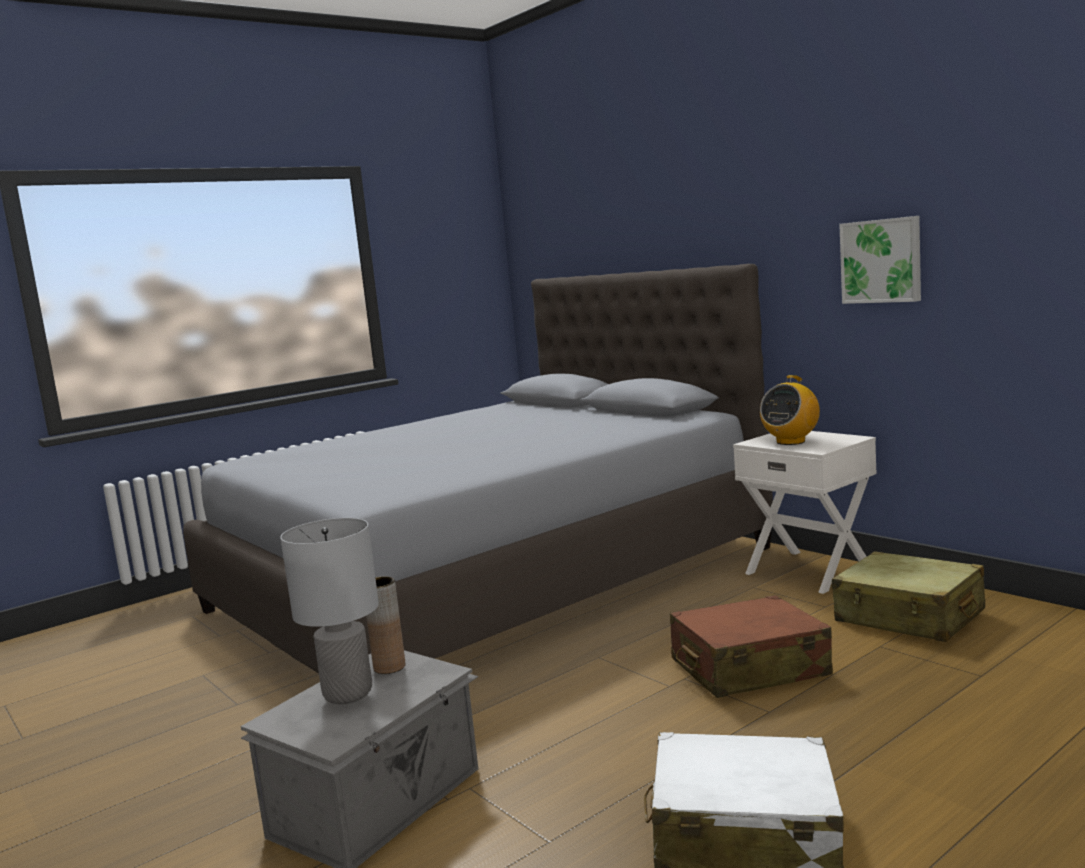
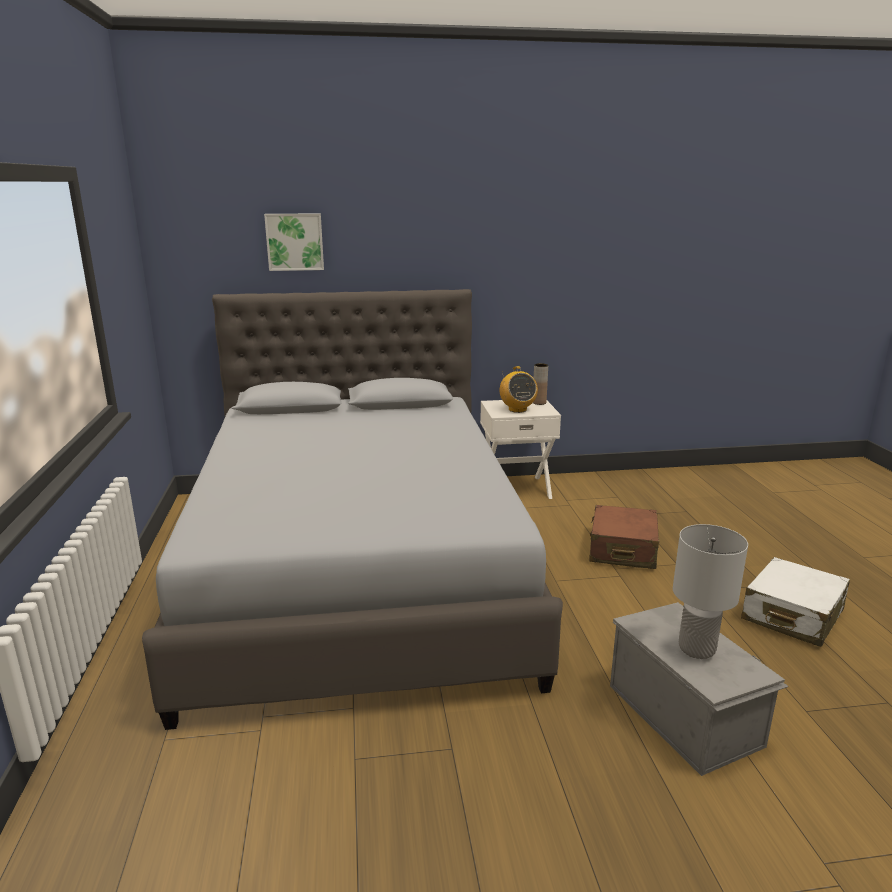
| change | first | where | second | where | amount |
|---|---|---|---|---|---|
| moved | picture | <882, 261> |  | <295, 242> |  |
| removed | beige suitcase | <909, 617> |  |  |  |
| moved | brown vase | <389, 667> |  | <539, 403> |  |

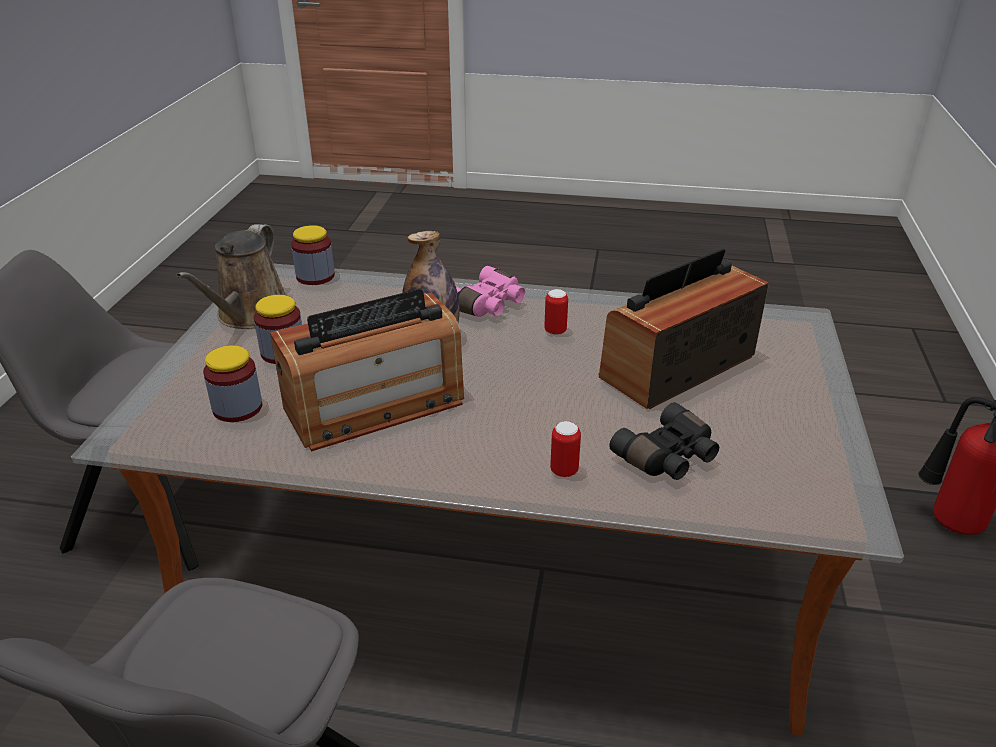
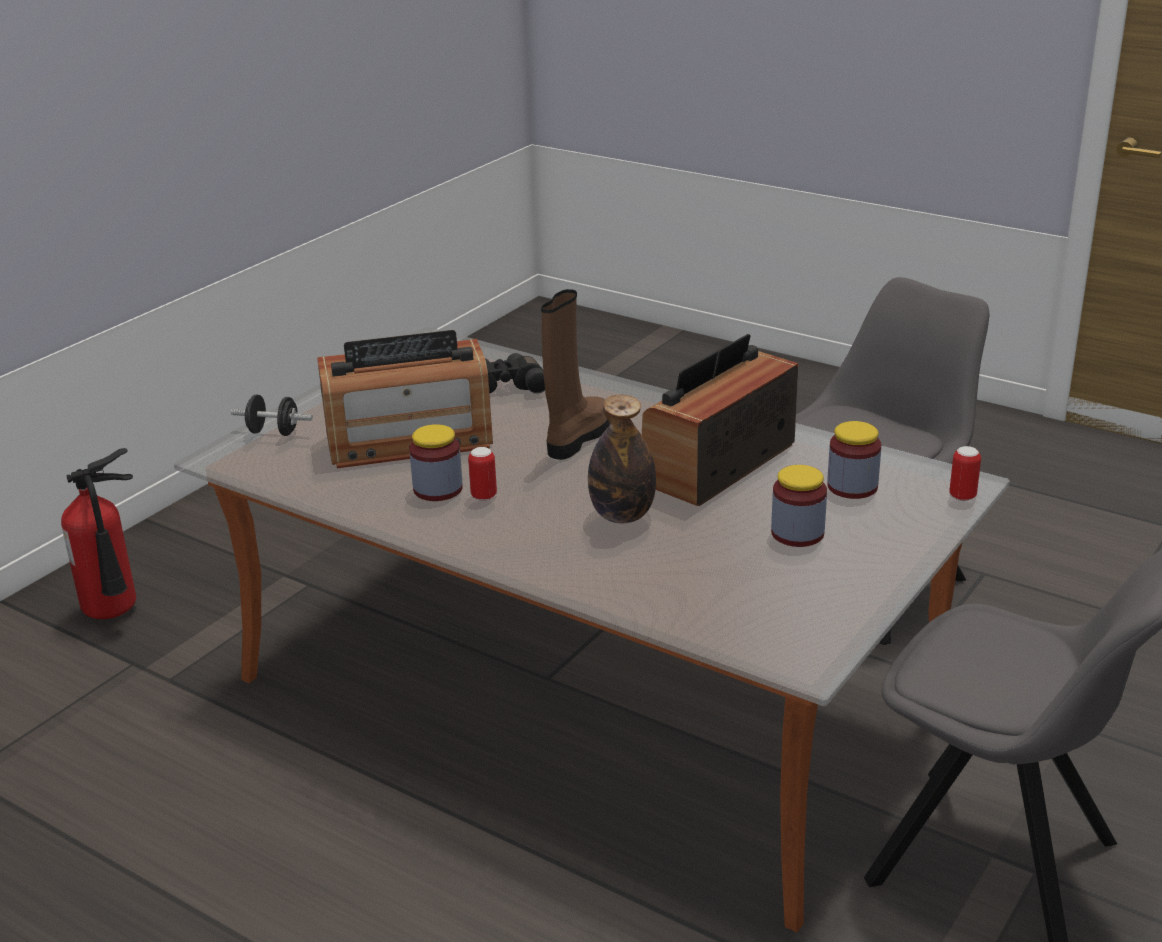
| change | first | where | second | where | amount |
|---|---|---|---|---|---|
| removed | brown watering can | <250, 315> |  |  |  |
| moved | jar | <315, 276> |  | <438, 489> |  |
| removed | pink binoculars | <489, 305> |  |  |  |
| turned | radio | <374, 406> |  | <718, 463> | 45 degrees counterclockwise |
| moved | can | <564, 471> |  | <962, 496> |  |
| added |  |  | brown boot | <577, 438> |  |
| added |  |  | black dumbbell | <273, 432> |  |

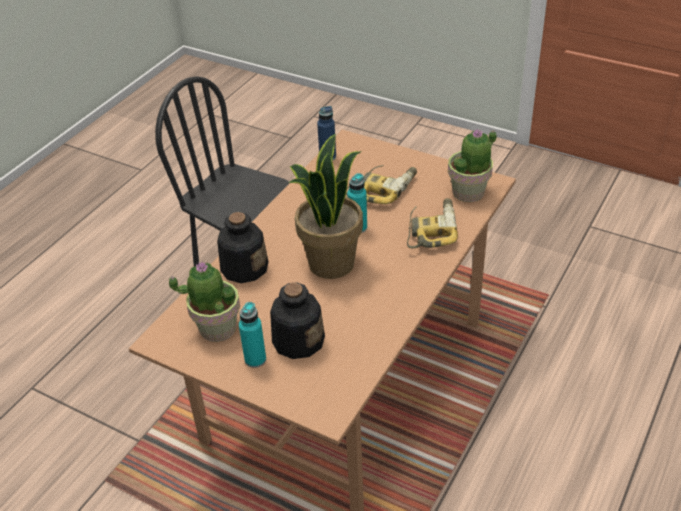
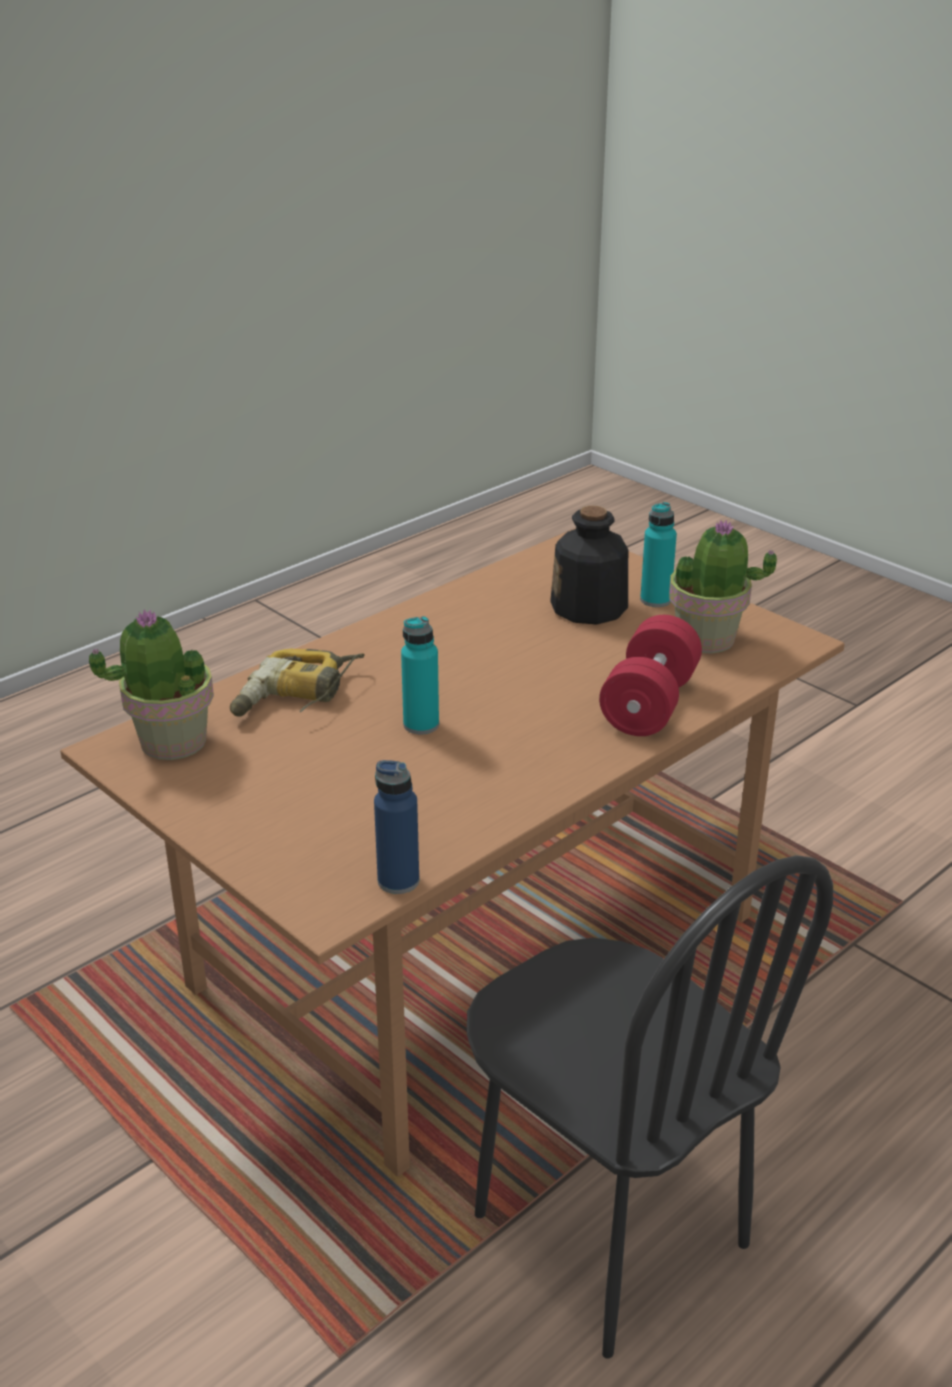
| change | first | where | second | where | amount |
|---|---|---|---|---|---|
| removed | potted plant | <331, 263> |  |  |  |
| removed | power drill | <383, 189> |  |  |  |
| replaced | bottle | <244, 267> | red dumbbell | <649, 704> |  |

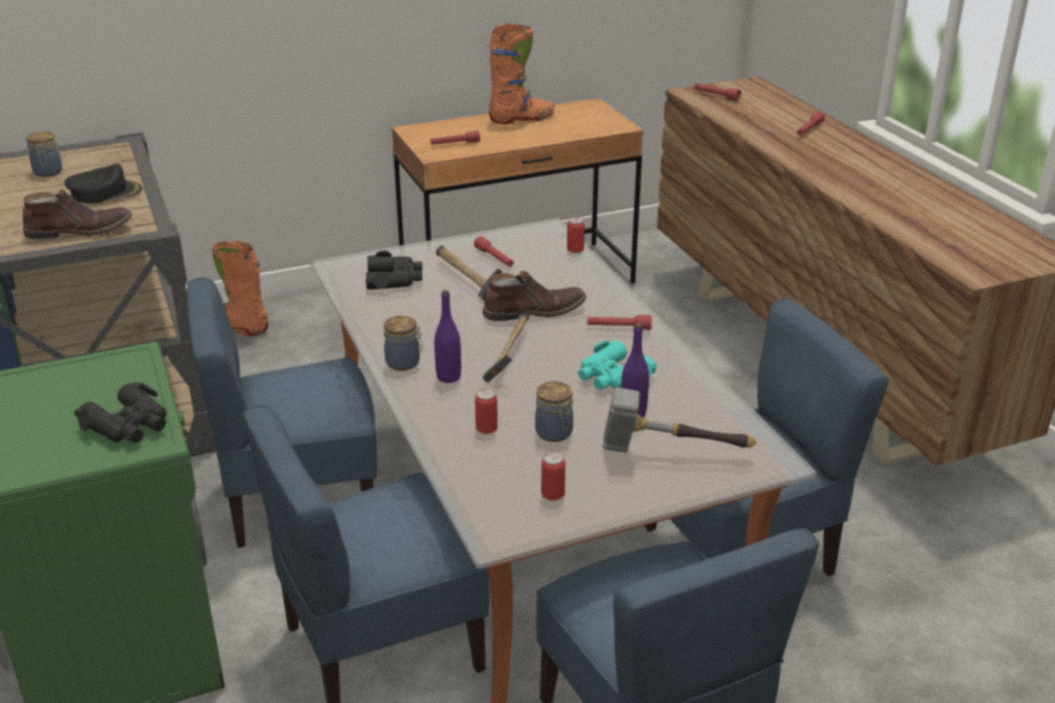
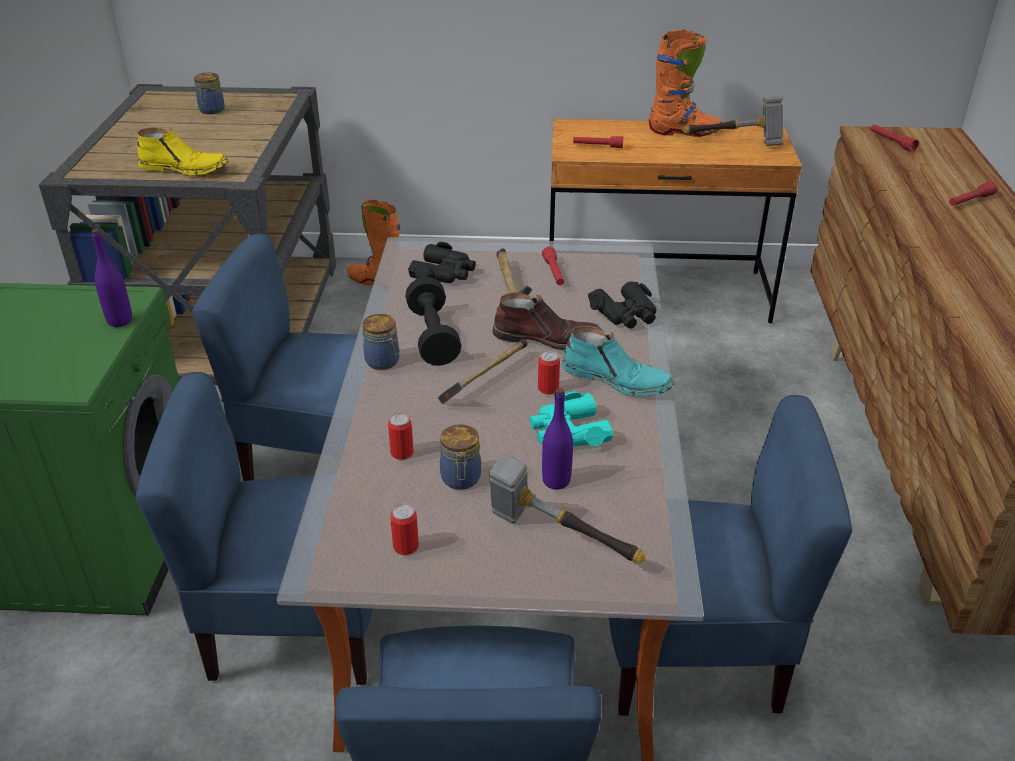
| change | first | where | second | where | amount |
|---|---|---|---|---|---|
| removed | black cap | <105, 192> |  |  |  |
| recoloured | brown boot | <80, 230> | yellow boot | <185, 168> |  |
| moved | can | <575, 249> |  | <548, 388> |  |
| moved | purple bottle | <448, 377> |  | <120, 320> |  |
| replaced | red flashlight | <618, 328> | turquoise boot | <617, 379> |  |
| moved | black binoculars | <129, 425> |  | <625, 314> |  |
| added |  |  | hammer | <735, 143> |  |
| added |  |  | black dumbbell | <433, 337> |  |

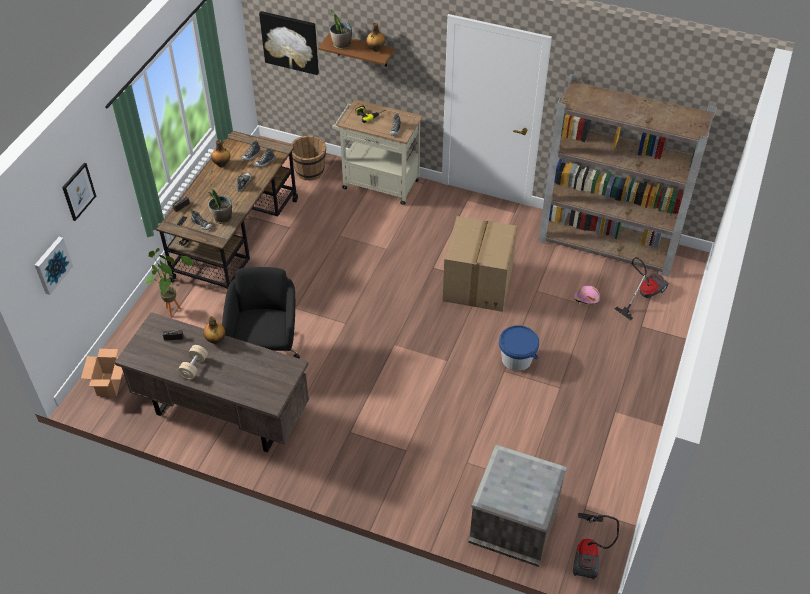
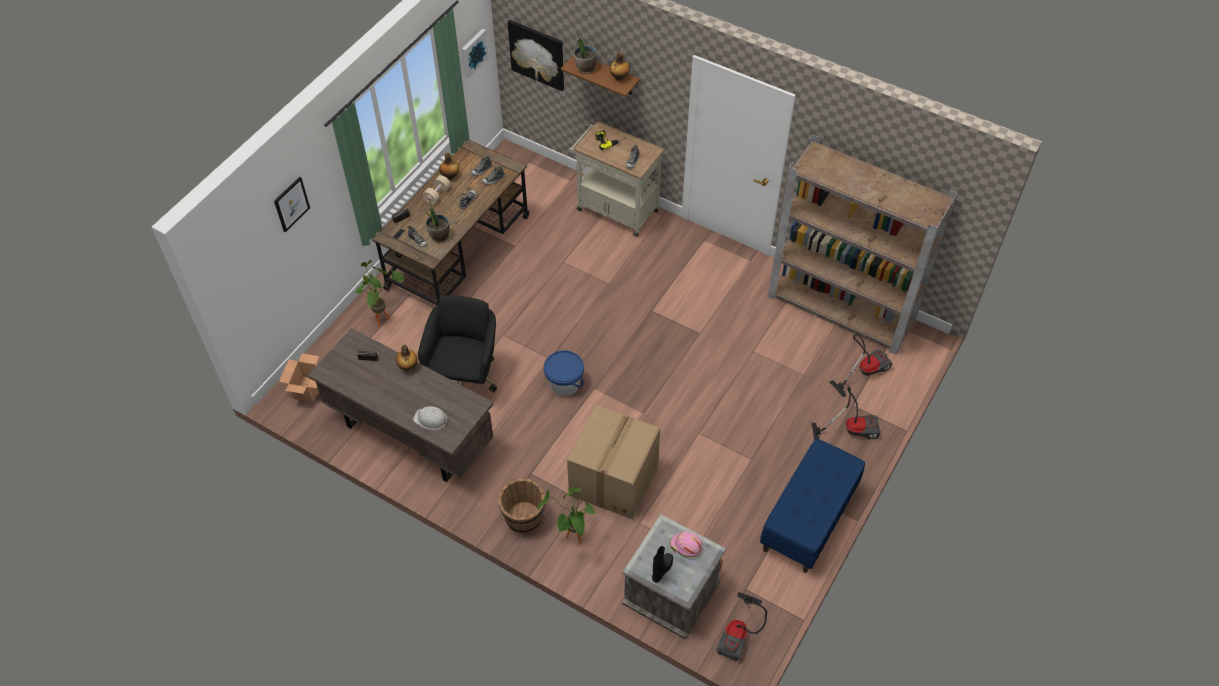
| change | first | where | second | where | amount |
|---|---|---|---|---|---|
| moved | brown bucket | <310, 171> |  | <523, 518> |  |
| moved | cardboard box | <478, 285> |  | <614, 481> |  |
| moved | picture | <52, 265> |  | <473, 52> |  |
| moved | pink hard hat | <586, 298> |  | <686, 546> |  |
| moved | blue bucket | <516, 359> |  | <564, 383> |  |
| moved | beige dumbbell | <194, 367> |  | <437, 195> |  |
| added |  |  | vacuum cleaner | <851, 429> |  |
| added |  |  | white hard hat | <431, 419> |  |
| added |  |  | blue bench | <809, 519> |  |
| added |  |  | potted plant | <572, 540> |  |
| added |  |  | black boot | <661, 570> |  |

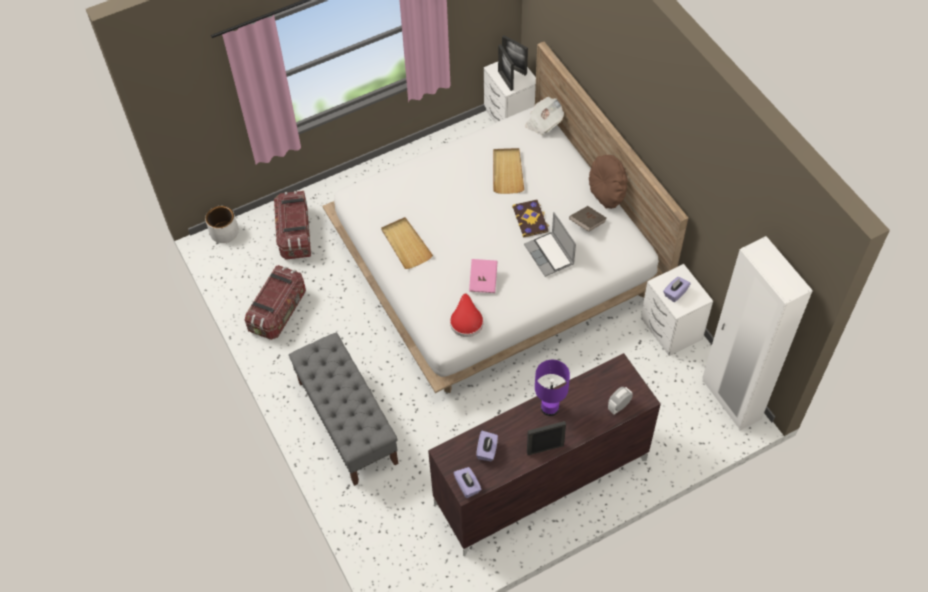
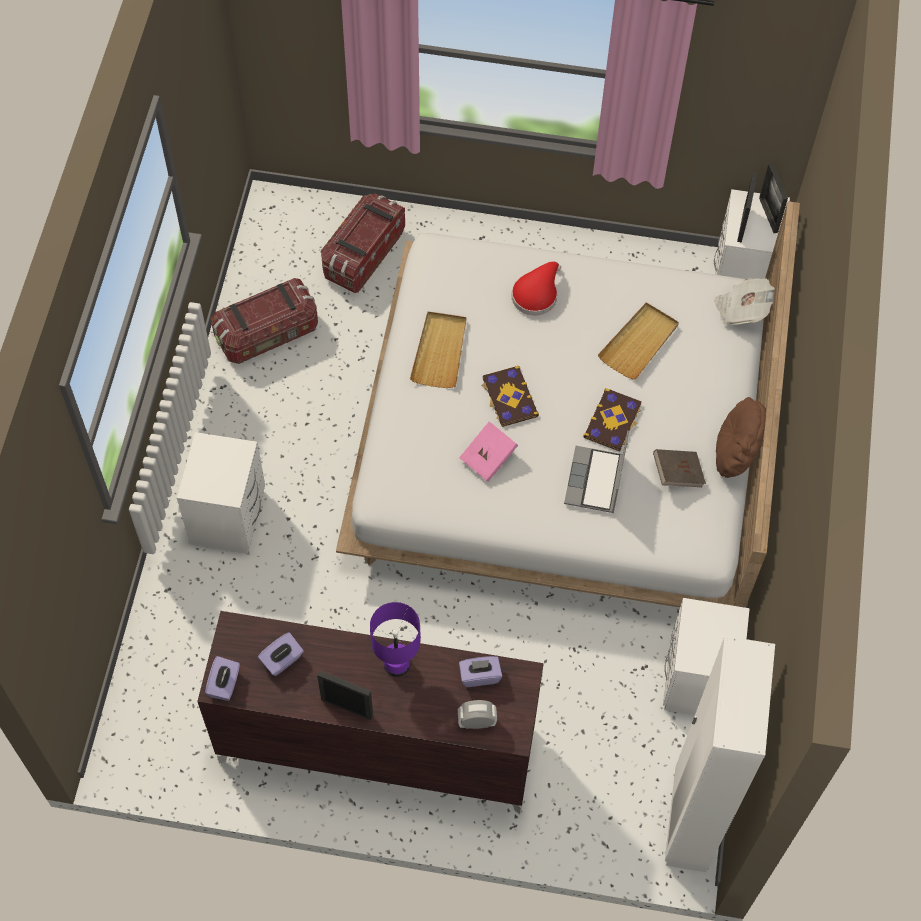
| change | first | where | second | where | amount |
|---|---|---|---|---|---|
| removed | white planter | <224, 232> |  |  |  |
| moved | purple tissue box | <675, 293> |  | <479, 676> |  |
| moved | red hat | <466, 320> |  | <536, 294> |  |
| replaced | grey bench | <347, 422> | white nightstand | <229, 515> |  |
| added |  |  | book | <509, 397> |  |

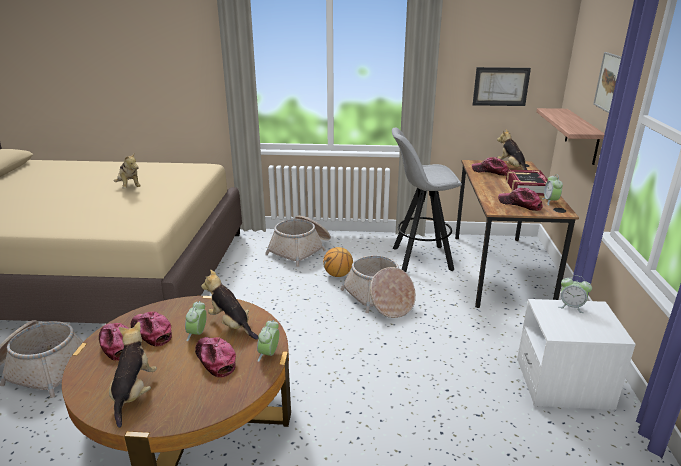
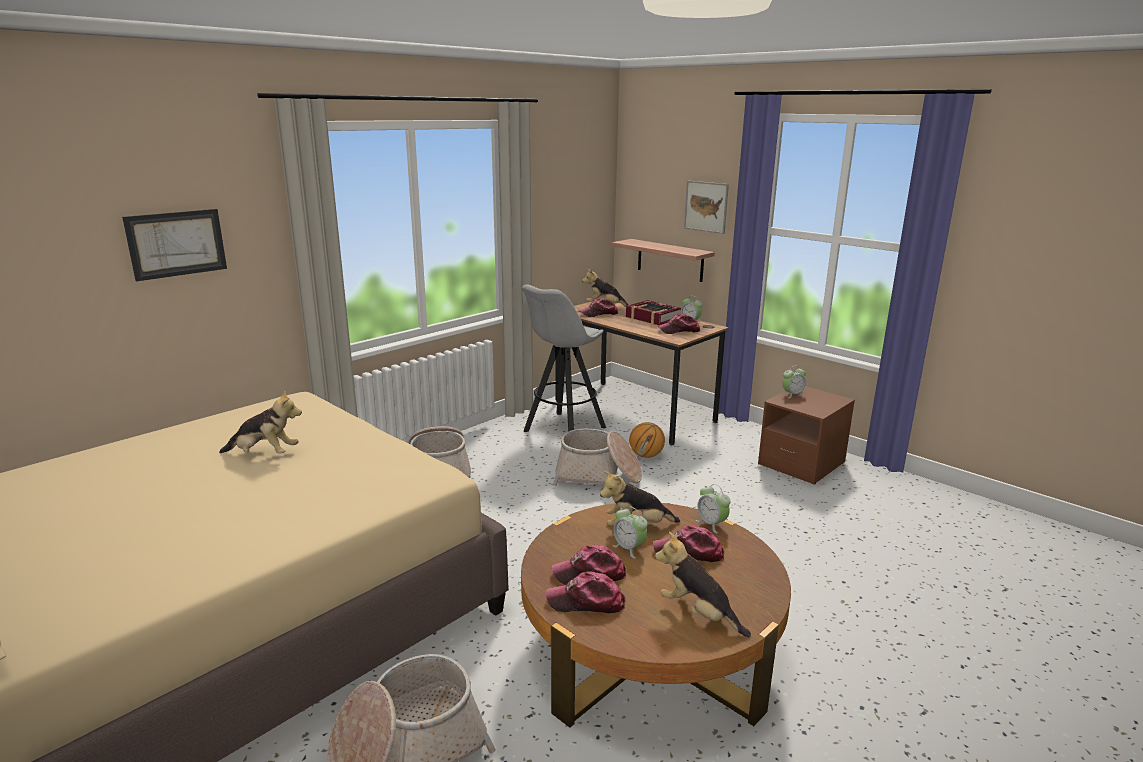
| change | first | where | second | where | amount |
|---|---|---|---|---|---|
| moved | picture | <500, 86> |  | <176, 243> |  |
| moved | basketball | <338, 275> |  | <646, 455> |  |
| recoloured | white nightstand | <563, 384> | brown nightstand | <801, 464> |  |

